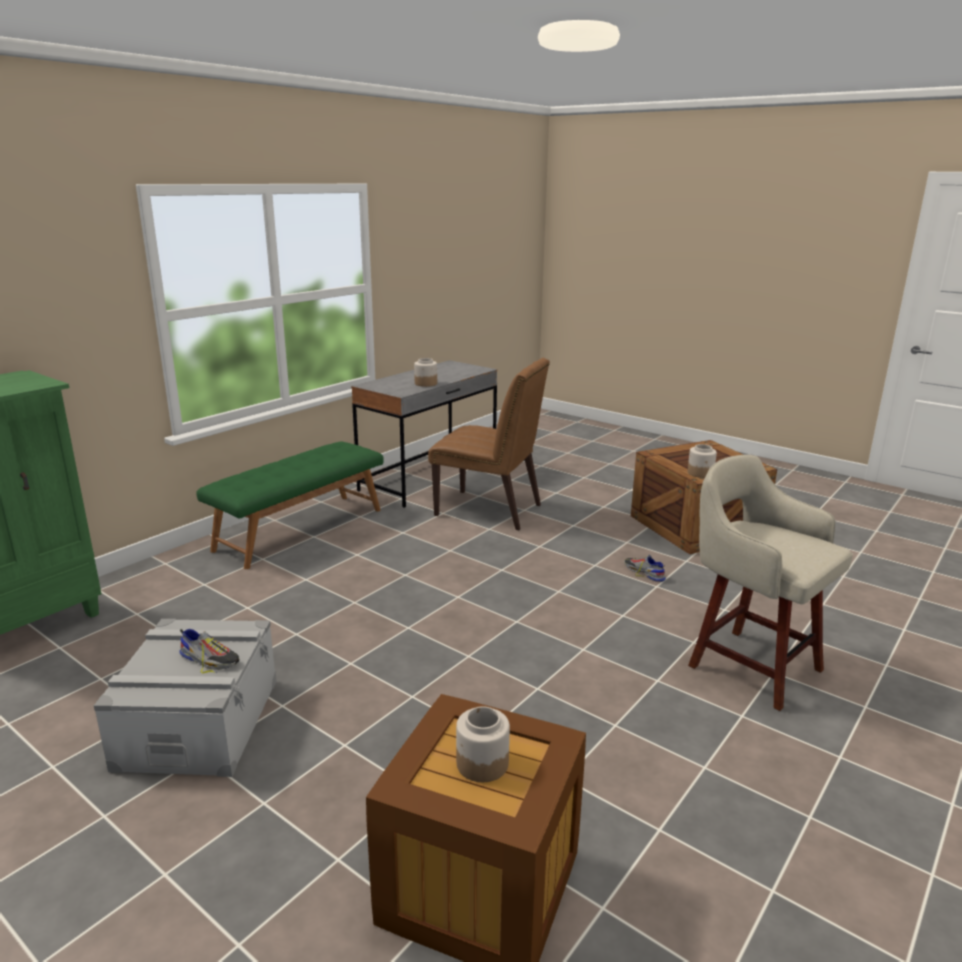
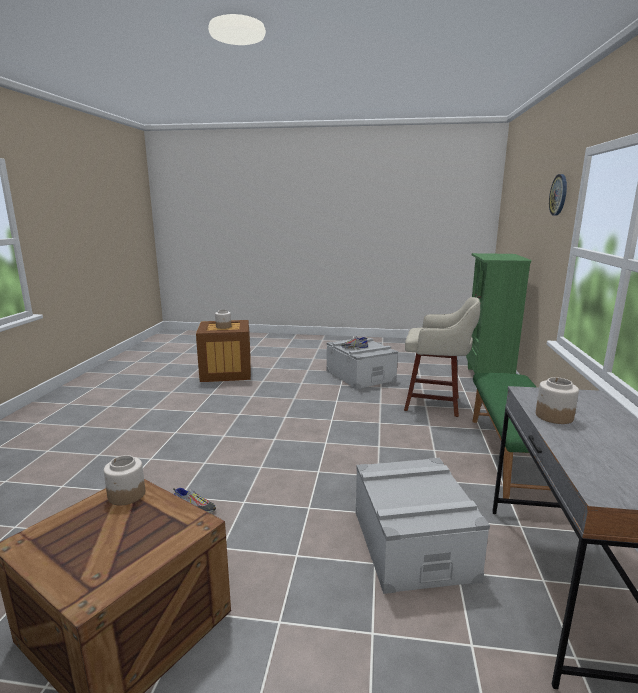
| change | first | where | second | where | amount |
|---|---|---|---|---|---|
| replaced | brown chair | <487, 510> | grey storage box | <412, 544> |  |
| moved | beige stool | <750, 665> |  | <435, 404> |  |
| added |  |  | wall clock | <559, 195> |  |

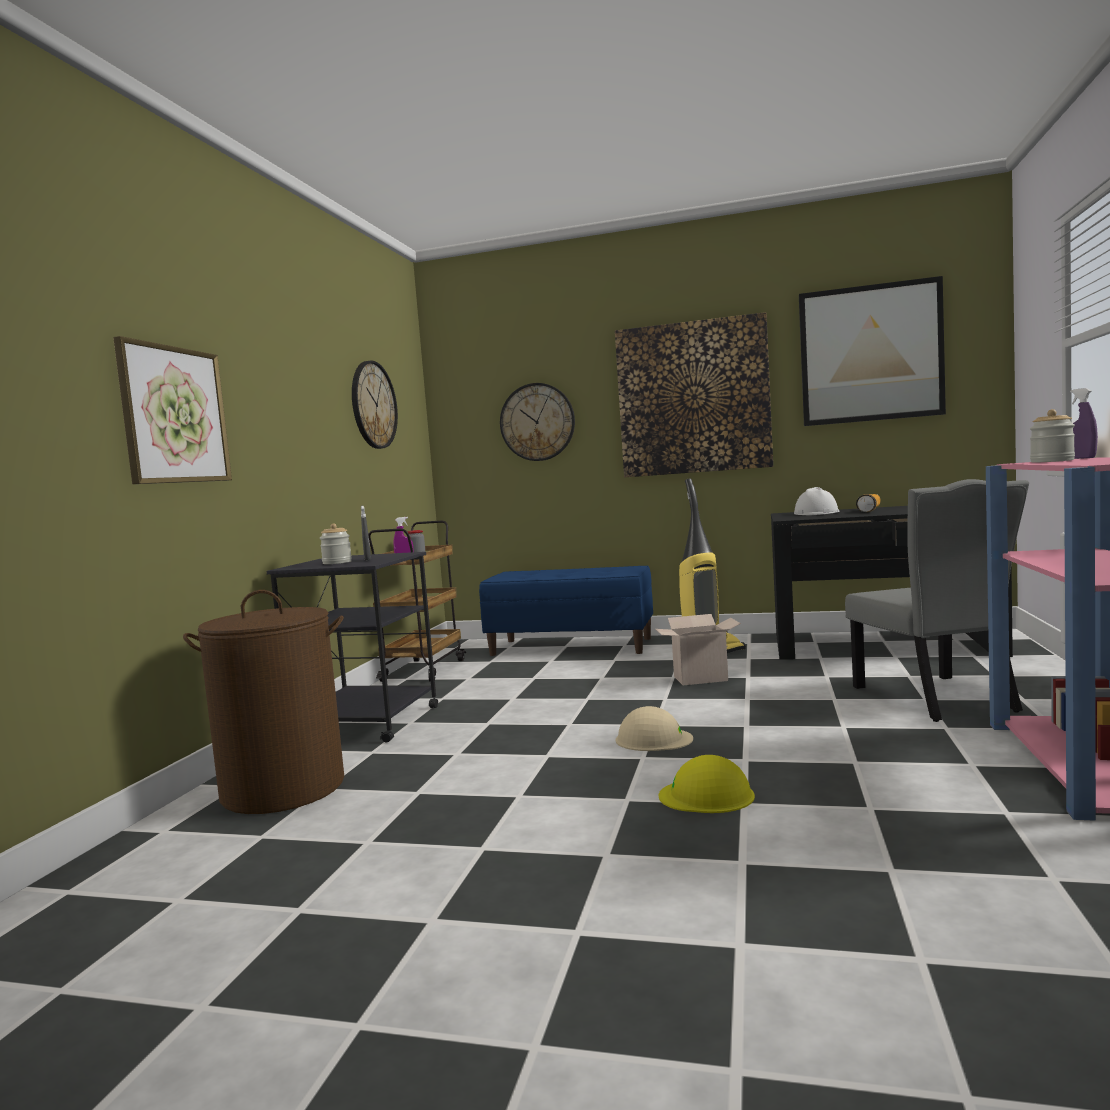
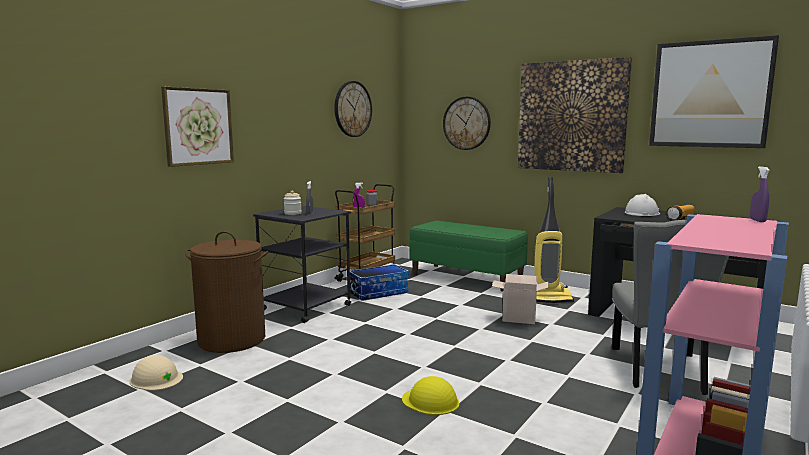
| change | first | where | second | where | amount |
|---|---|---|---|---|---|
| removed | jar | <1052, 461> |  |  |  |
| recoloured | blue bench | <572, 646> | green bench | <467, 277> |  |
| moved | beige hard hat | <653, 739> |  | <156, 378> |  |
| added |  |  | storage box | <378, 292> |  |

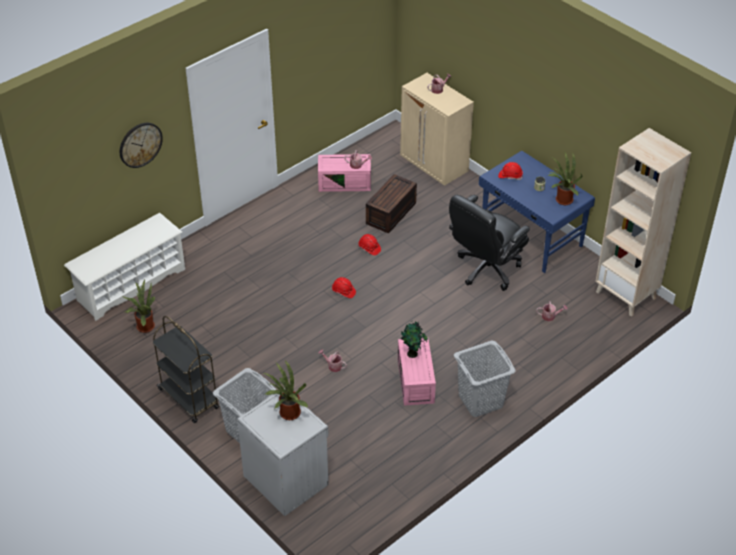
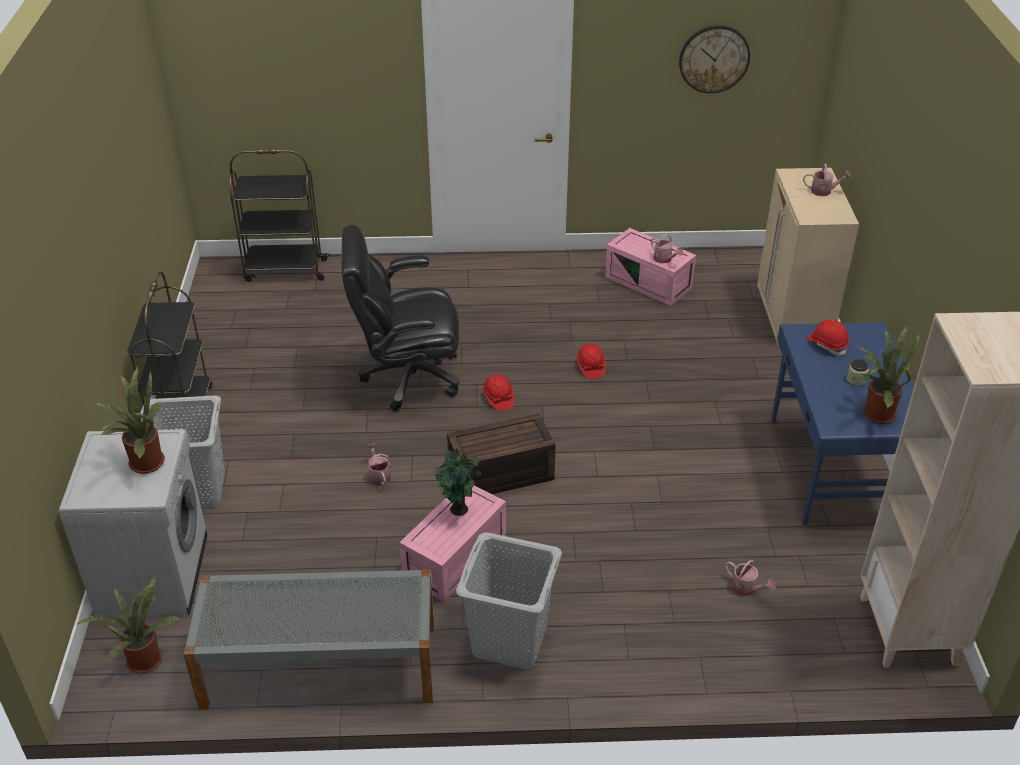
| change | first | where | second | where | amount |
|---|---|---|---|---|---|
| moved | wall clock | <140, 144> |  | <714, 59> |  |
| moved | brown storage box | <391, 214> |  | <500, 475> |  |
| moved | black office chair | <485, 270> |  | <407, 377> |  |
| replaced | white shoe rack | <131, 284> | black cart | <284, 270> |  |
| moved | potted plant | <144, 326> |  | <144, 658> |  |
| added |  |  | grey bench | <320, 667> |  |

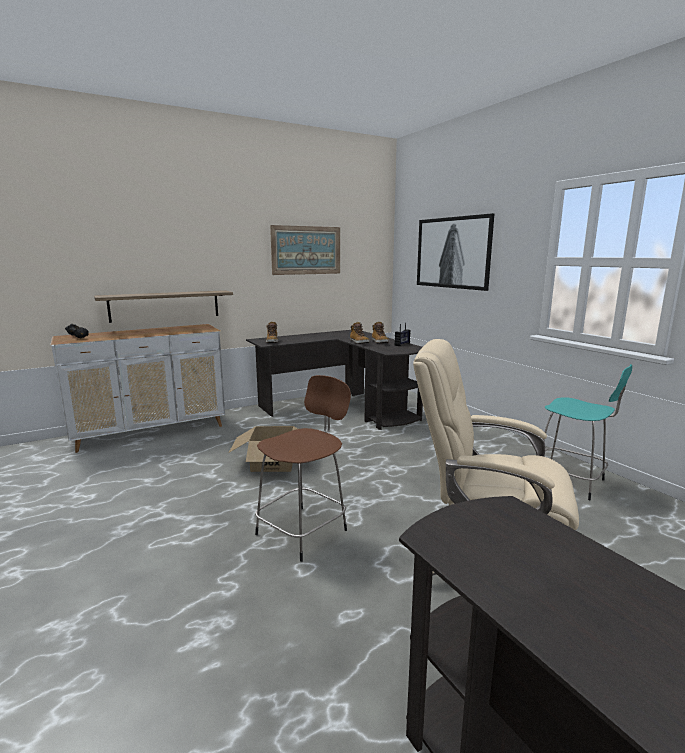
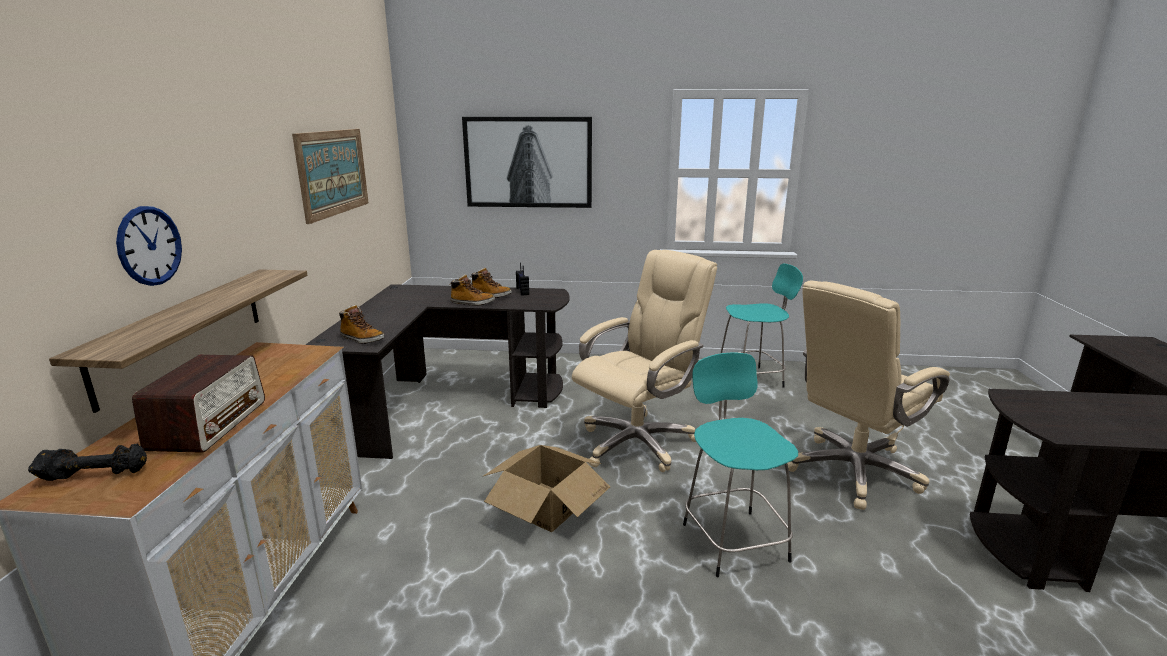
| change | first | where | second | where | amount |
|---|---|---|---|---|---|
| recoloured | brown stool | <304, 531> | turquoise stool | <732, 539> |  |
| added |  |  | wall clock | <149, 246> |  |
| added |  |  | beige office chair | <638, 442> |  |
| added |  |  | radio | <209, 424> |  |

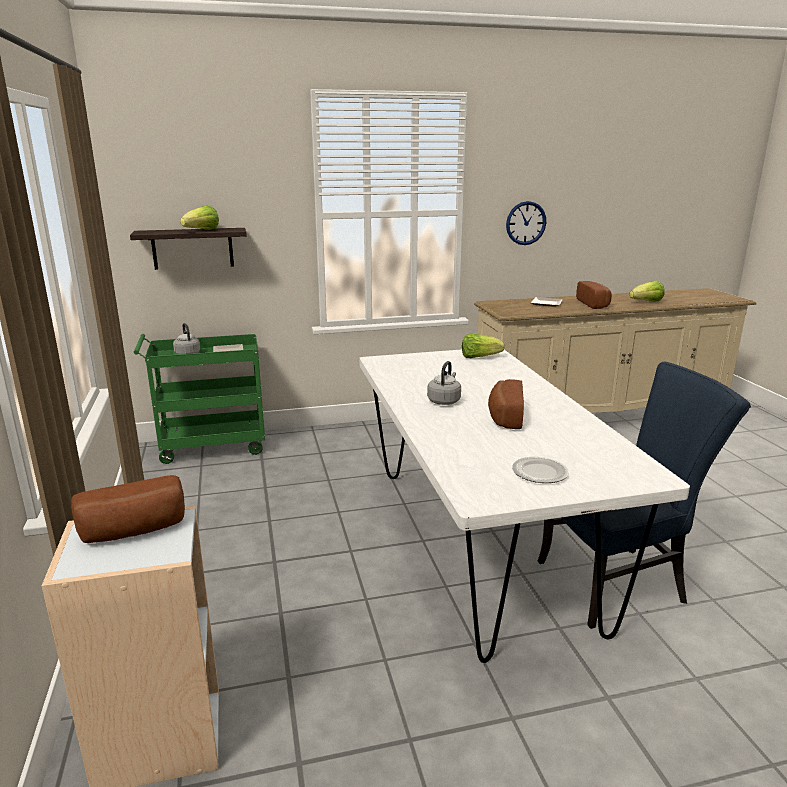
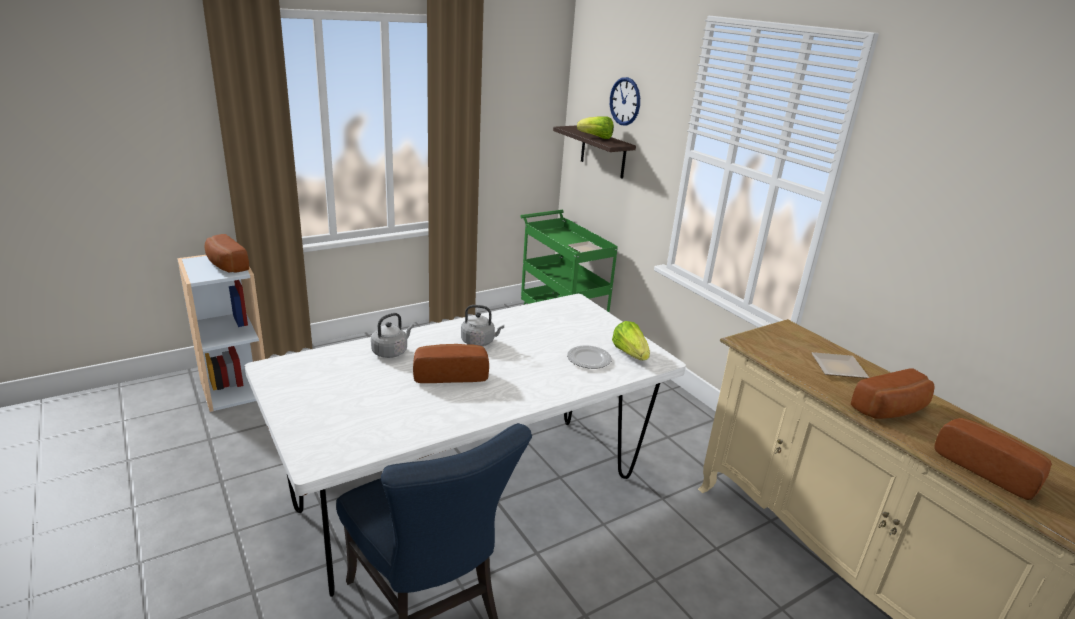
| change | first | where | second | where | amount |
|---|---|---|---|---|---|
| moved | wall clock | <526, 223> |  | <625, 101> |  |
| replaced | lettuce | <646, 302> | bread | <987, 469> |  |
| moved | grey kettle | <187, 354> |  | <391, 352> |  |
| moved | plate | <540, 473> |  | <589, 359> |  |

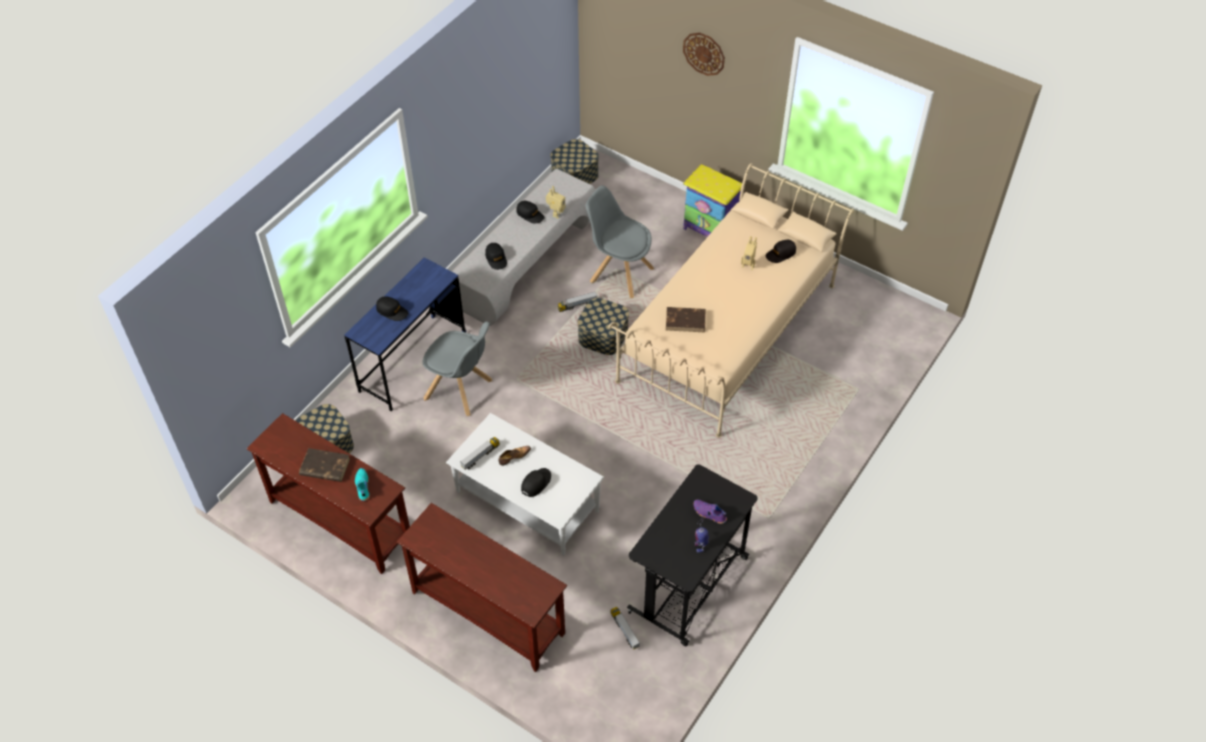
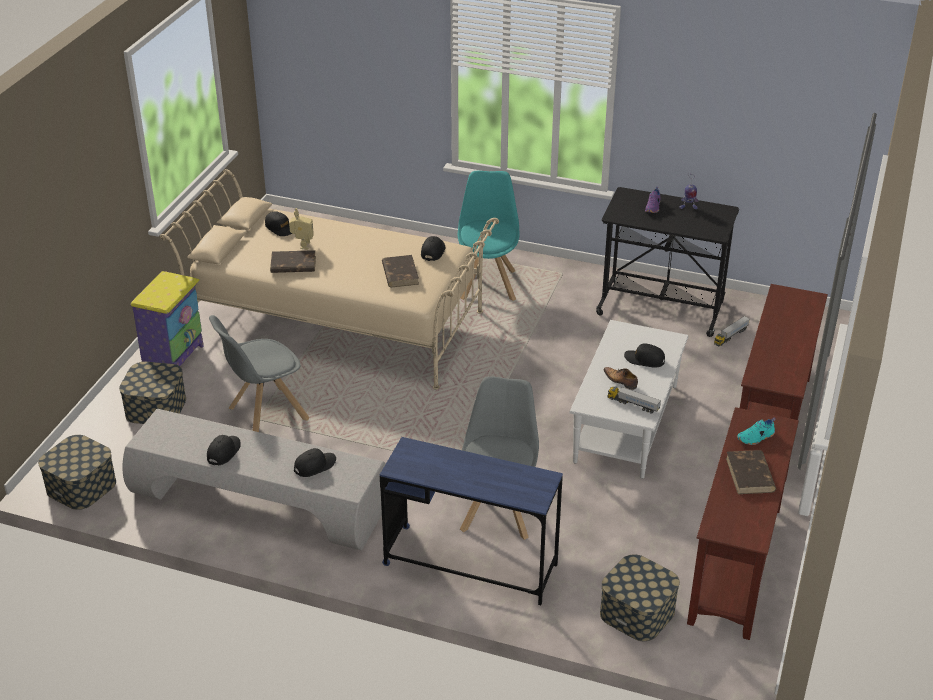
| change | first | where | second | where | amount |
|---|---|---|---|---|---|
| removed | wall clock | <704, 53> |  |  |  |
| turned | grey chair | <619, 273> |  | <265, 415> | 45 degrees clockwise |
| removed | toy robot | <556, 213> |  |  |  |
| removed | toy truck | <577, 305> |  |  |  |
| moved | black cap | <392, 311> |  | <433, 251> |  |
| moved | storage box | <603, 336> |  | <156, 407> |  |
| added |  |  | turquoise chair | <488, 283> |  |
| added |  |  | brown book | <292, 265> |  |

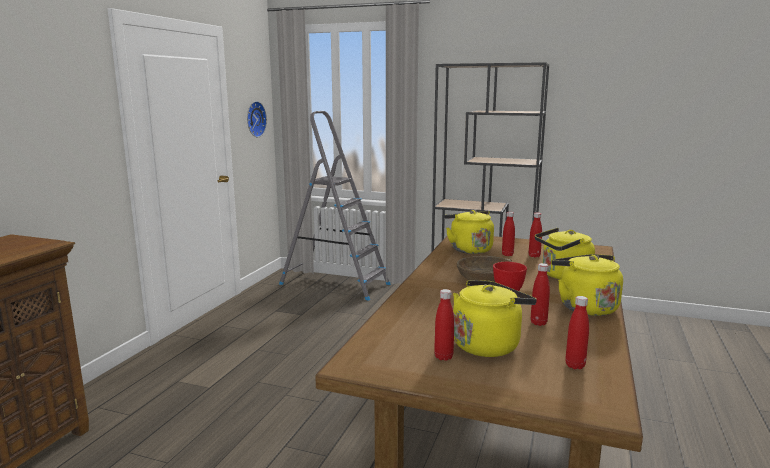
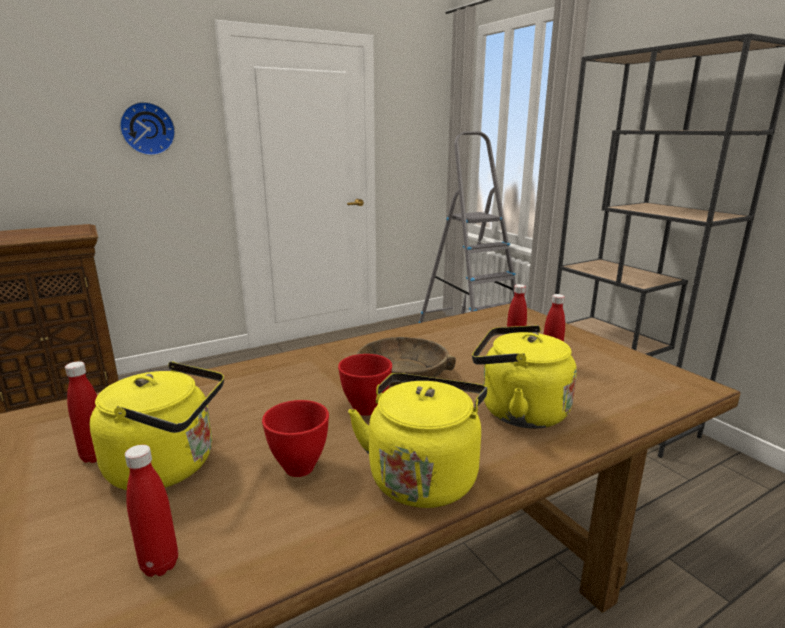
| change | first | where | second | where | amount |
|---|---|---|---|---|---|
| moved | wall clock | <254, 119> |  | <147, 129> |  |
| removed | yellow kettle | <469, 249> |  |  |  |
| replaced | red bottle | <538, 323> | red bowl | <298, 467> |  |

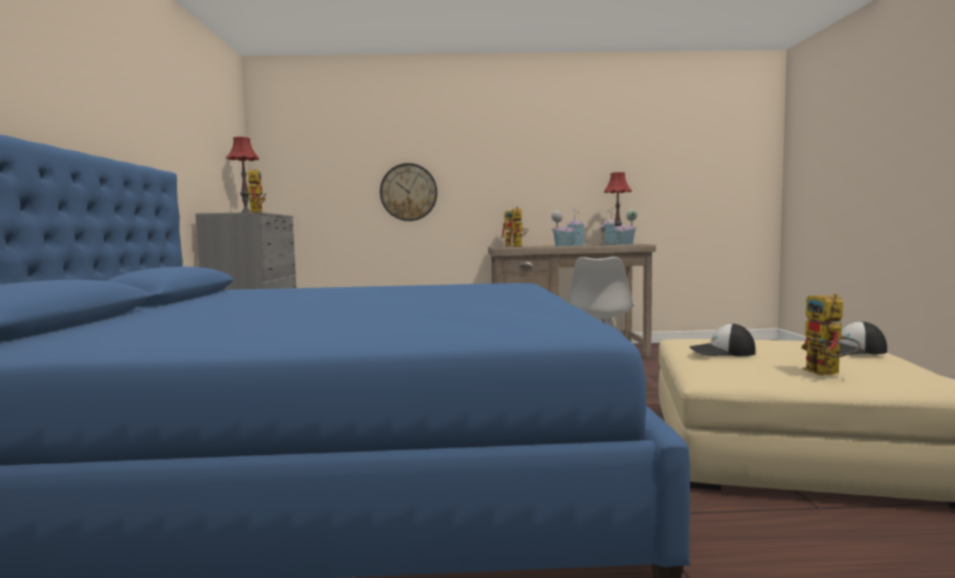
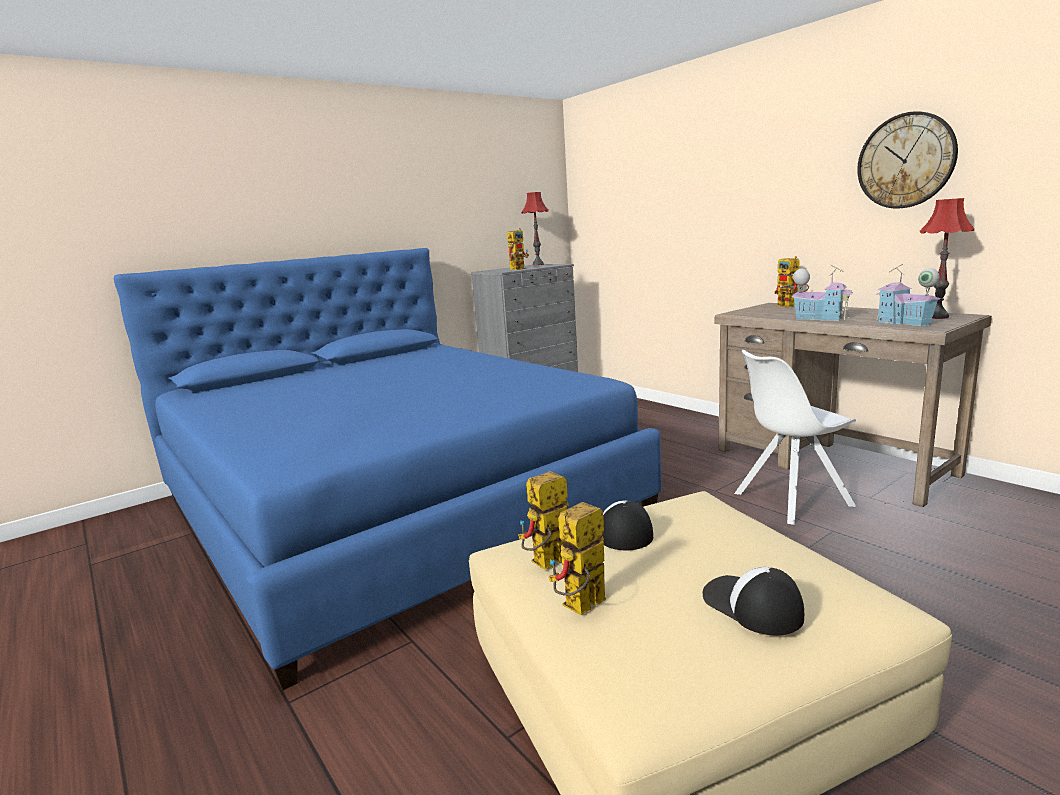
| change | first | where | second | where | amount |
|---|---|---|---|---|---|
| moved | wall clock | <408, 192> |  | <905, 161> |  |
| moved | toy robot | <518, 246> |  | <546, 564> |  |

